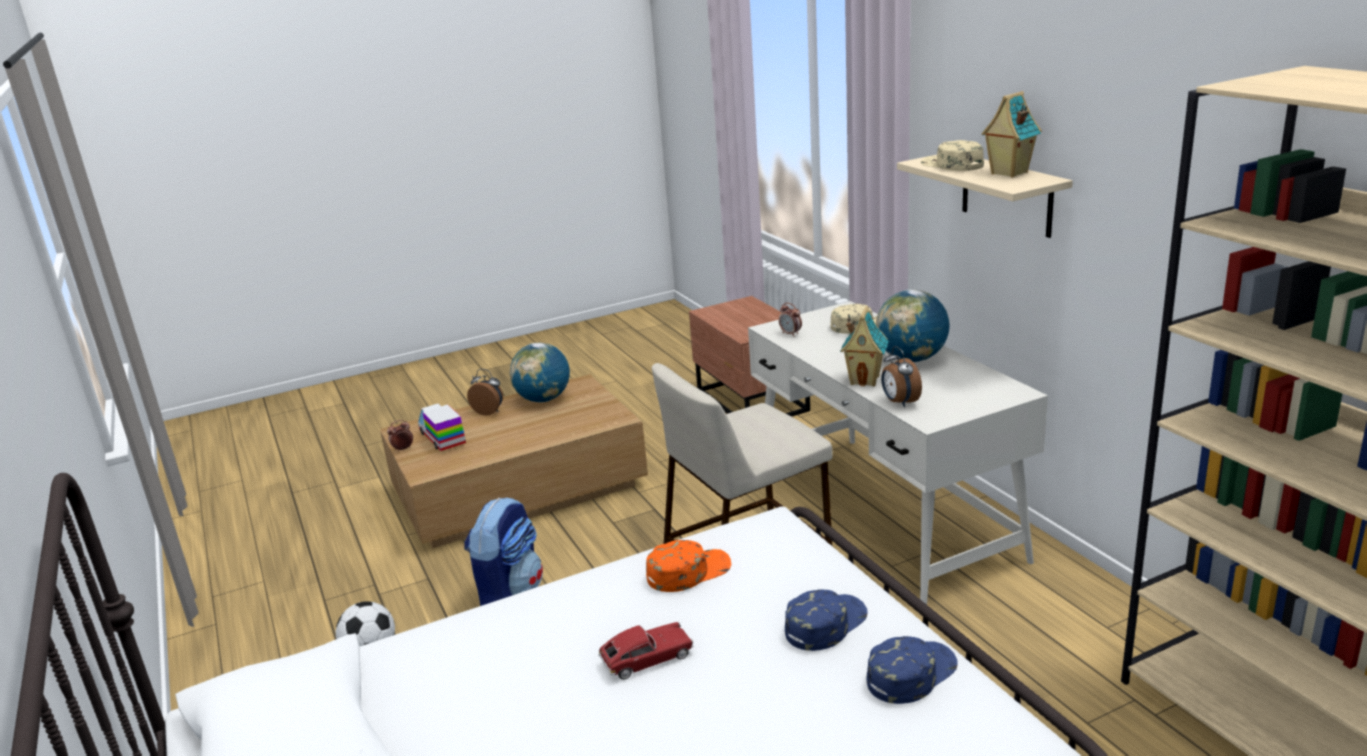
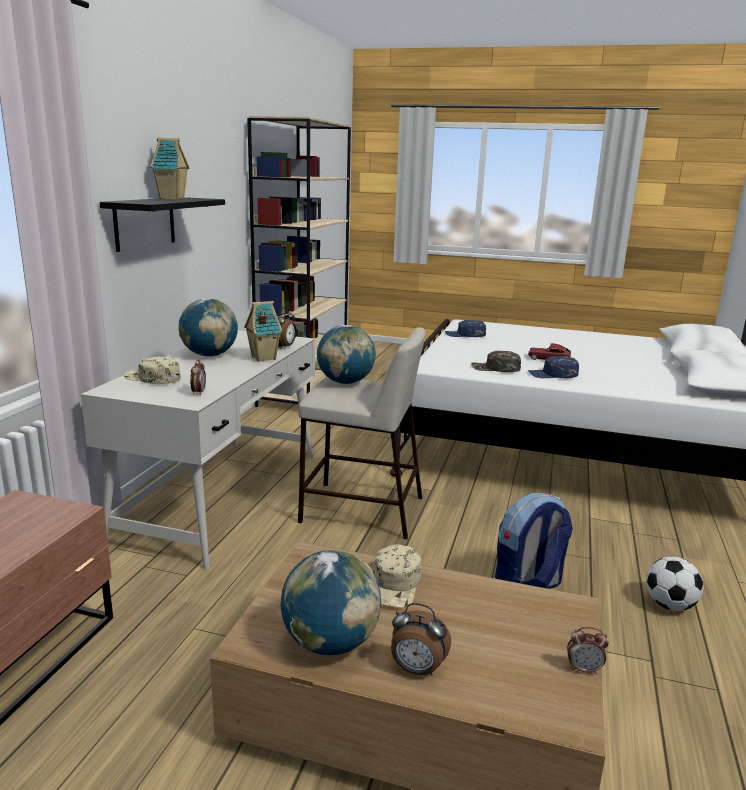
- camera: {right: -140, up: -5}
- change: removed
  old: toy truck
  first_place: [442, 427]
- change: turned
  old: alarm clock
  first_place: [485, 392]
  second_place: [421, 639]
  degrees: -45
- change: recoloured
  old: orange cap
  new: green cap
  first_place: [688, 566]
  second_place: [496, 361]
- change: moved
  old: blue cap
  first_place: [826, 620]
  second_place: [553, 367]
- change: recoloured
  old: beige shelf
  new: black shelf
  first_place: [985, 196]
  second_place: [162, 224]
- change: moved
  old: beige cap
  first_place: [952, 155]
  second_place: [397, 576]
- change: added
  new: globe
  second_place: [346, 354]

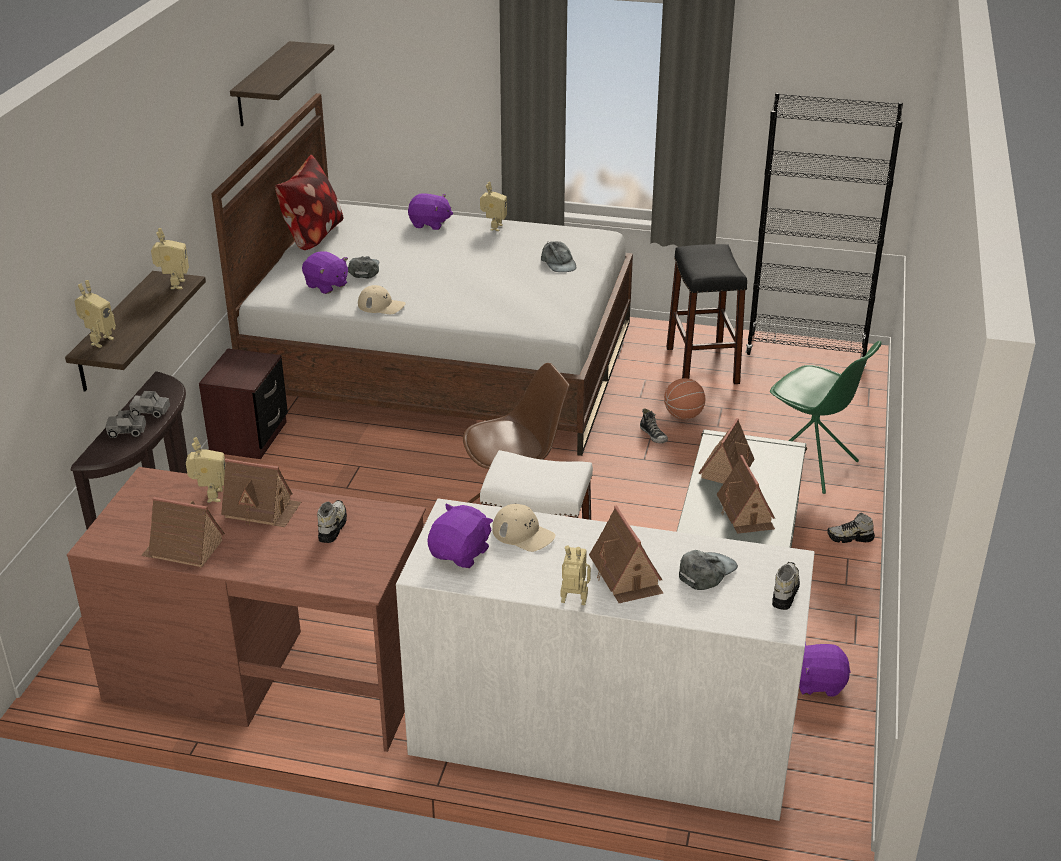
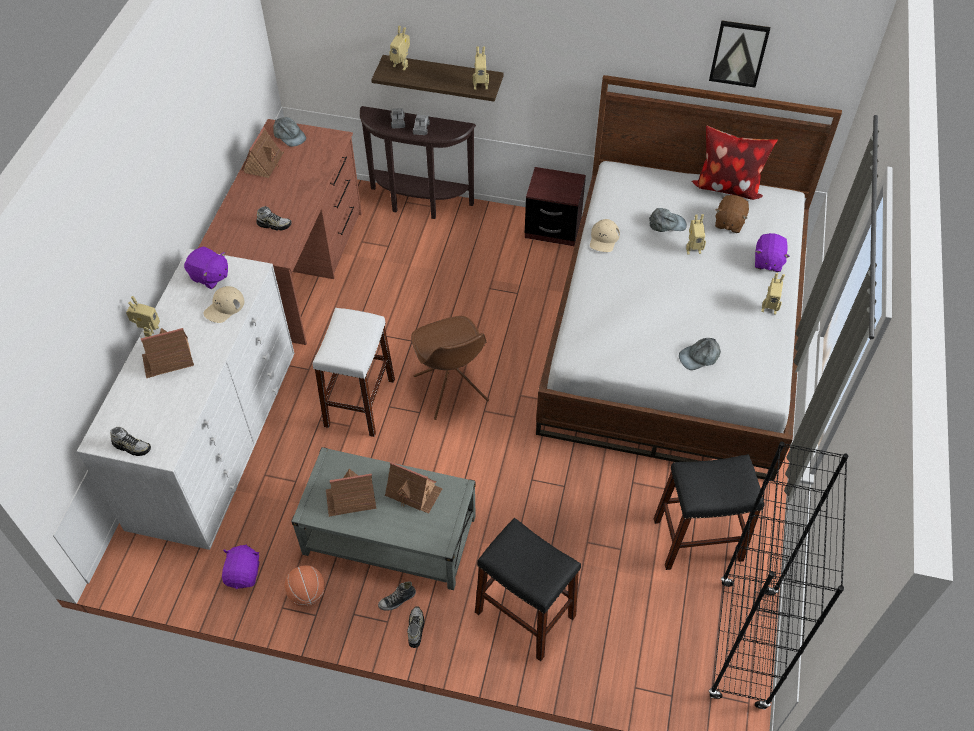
- camera: {right: 90, up: 20}
- change: moved
  old: toy robot
  first_place: [205, 469]
  second_place: [696, 234]
- change: removed
  old: toy house
  first_place: [261, 492]
- change: replaced
  old: shelf
  new: picture
  first_place: [282, 83]
  second_place: [739, 54]
- change: removed
  old: purple plush toy
  first_place: [325, 273]
- change: moved
  old: shoe
  first_place: [654, 425]
  second_place: [397, 596]
- change: moved
  old: basketball
  first_place: [684, 399]
  second_place: [305, 585]
- change: moved
  old: grey cap
  first_place: [708, 570]
  second_place: [289, 132]
- change: replaced
  old: green chair
  new: black stool
  first_place: [826, 417]
  second_place: [528, 589]
- change: added
  new: brown plush toy
  second_place: [732, 214]

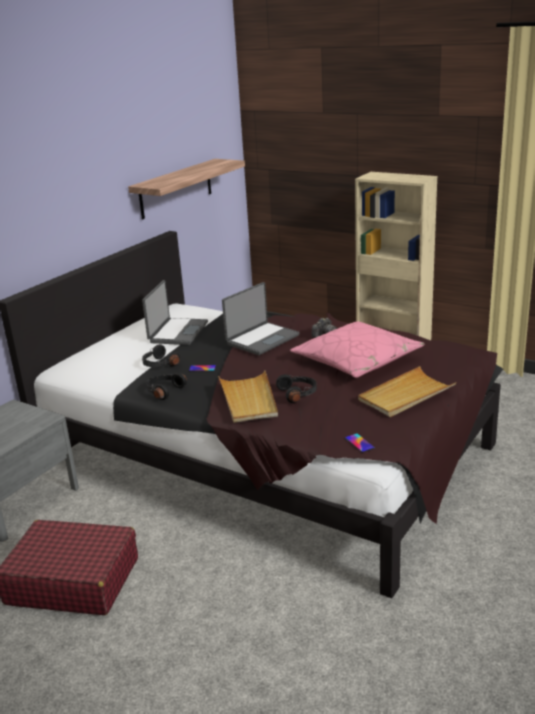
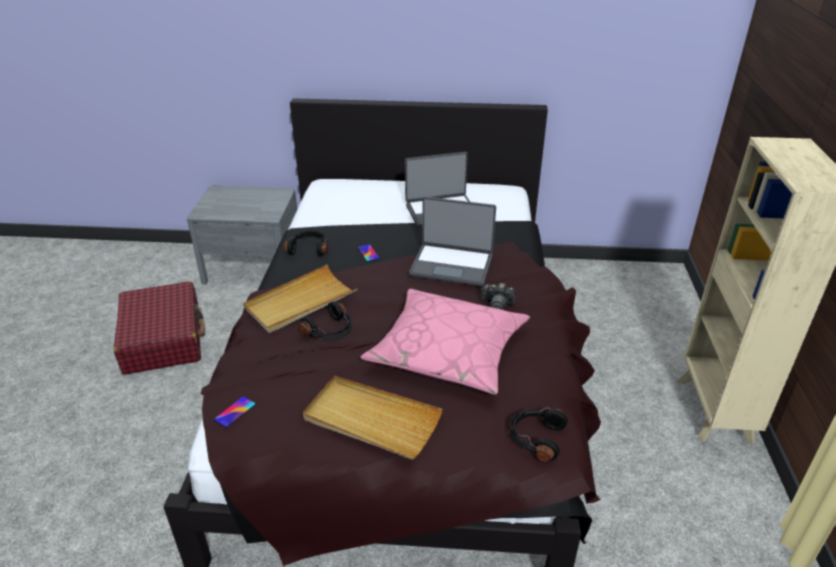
- camera: {right: 60, up: 10}
- change: removed
  old: shelf
  first_place: [186, 189]
- change: moved
  old: black headphones
  first_place: [161, 355]
  second_place: [539, 435]

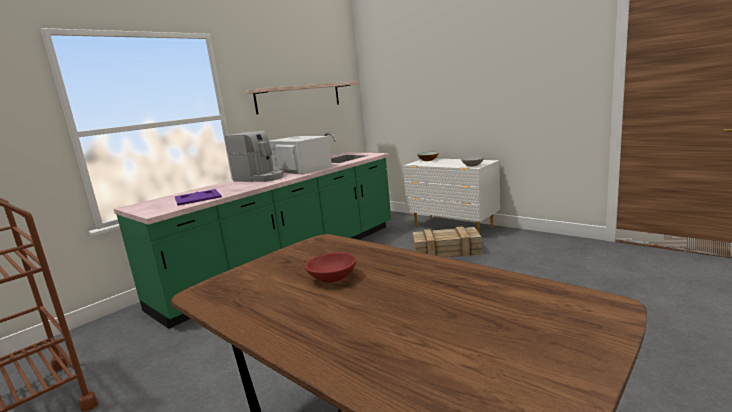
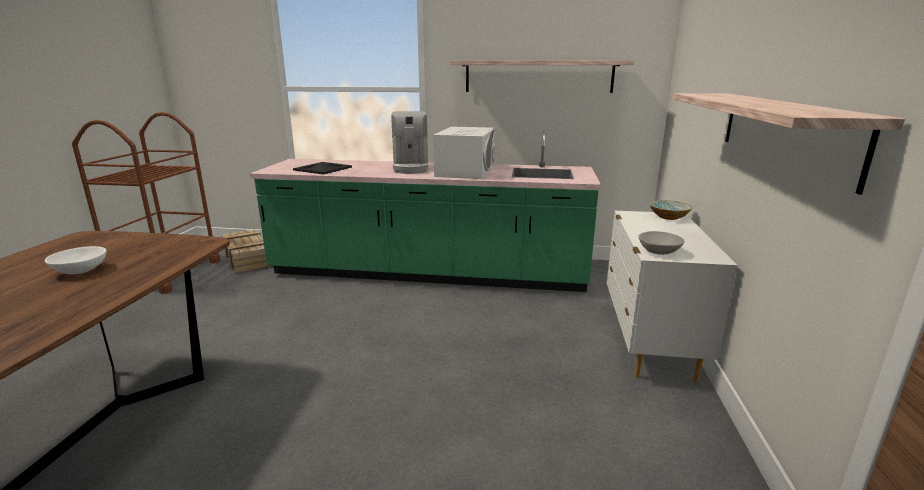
- camera: {right: 55, up: 5}
- change: recoloured
  old: purple tray
  new: black tray
  first_place: [198, 197]
  second_place: [322, 168]
- change: recoloured
  old: red bowl
  new: white bowl
  first_place: [331, 267]
  second_place: [76, 260]
- change: moved
  old: crate
  first_place: [447, 241]
  second_place: [246, 251]
- change: added
  new: shelf
  second_place: [788, 144]

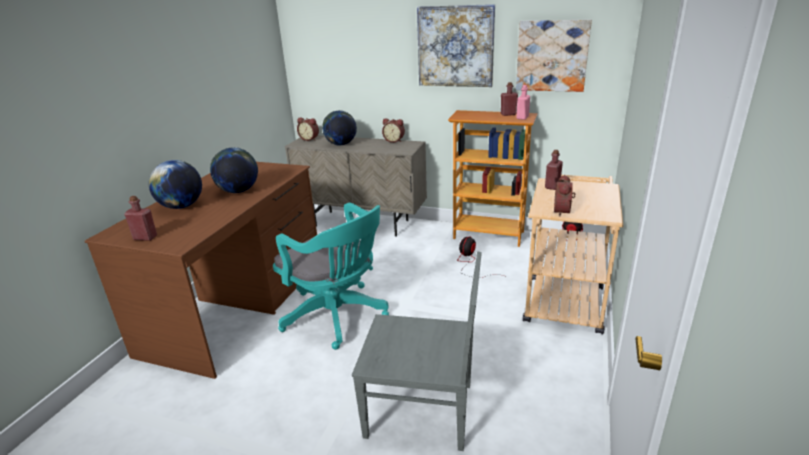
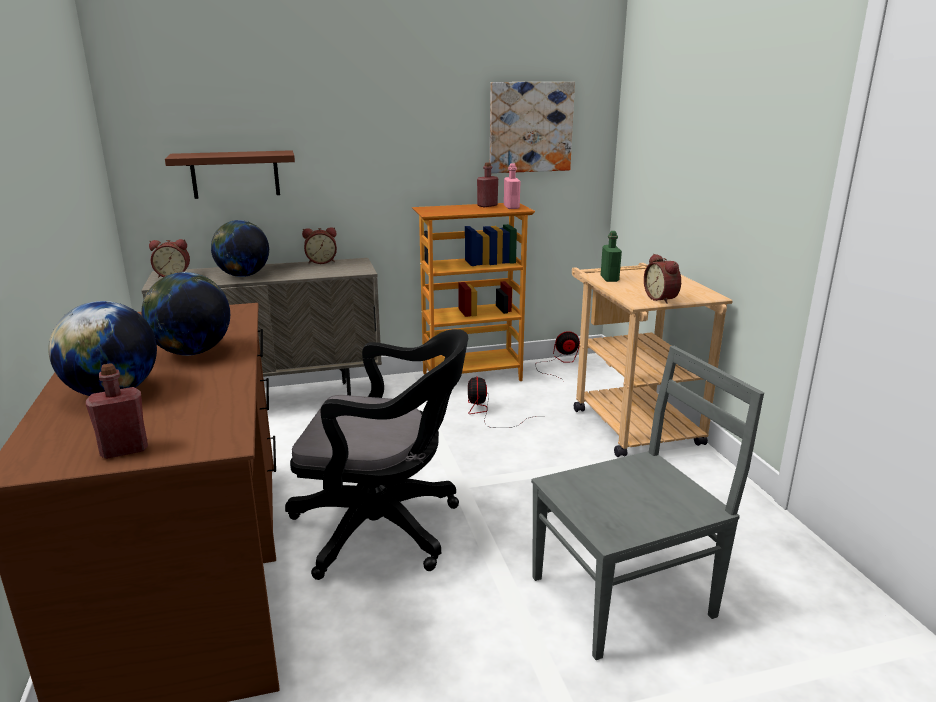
- camera: {right: -35, up: -5}
- change: recoloured
  old: turquoise office chair
  new: black office chair
  first_place: [331, 276]
  second_place: [376, 454]
- change: removed
  old: picture
  first_place: [456, 45]
- change: recoloured
  old: red bottle
  new: green bottle
  first_place: [554, 170]
  second_place: [611, 256]
- change: added
  new: brown shelf
  second_place: [230, 174]

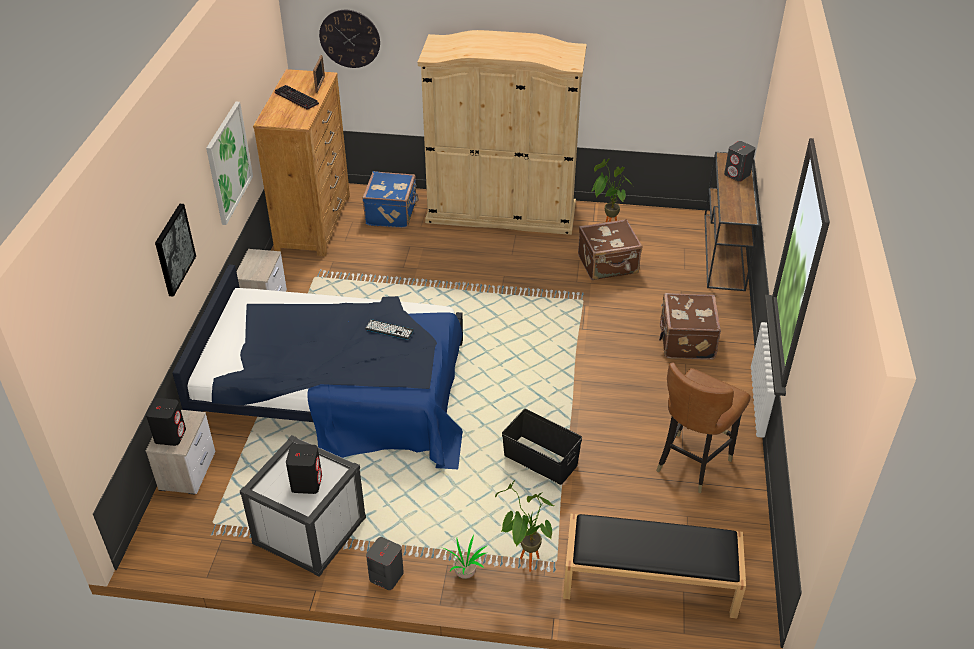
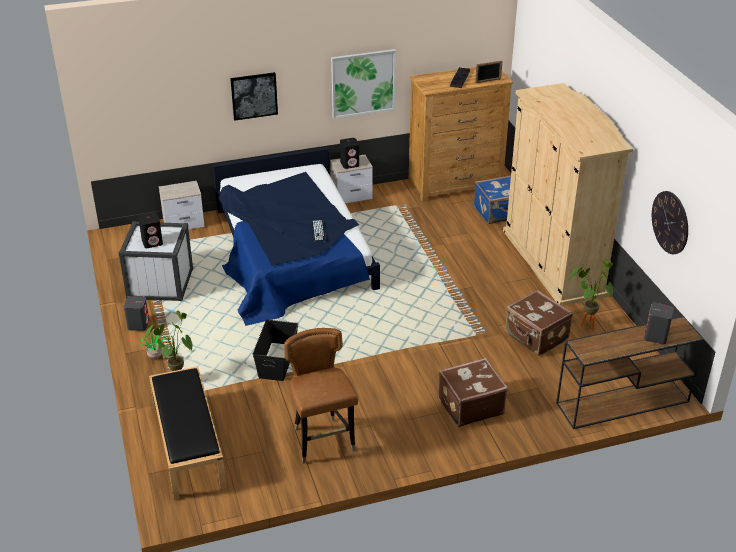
- camera: {right: 65, up: -5}
- change: moved
  old: black speaker
  first_place: [166, 422]
  second_place: [349, 153]
- change: moved
  old: wall clock
  first_place: [349, 39]
  second_place: [670, 222]
- change: turned
  old: brown chair
  first_place: [703, 428]
  second_place: [321, 396]
  degrees: 60

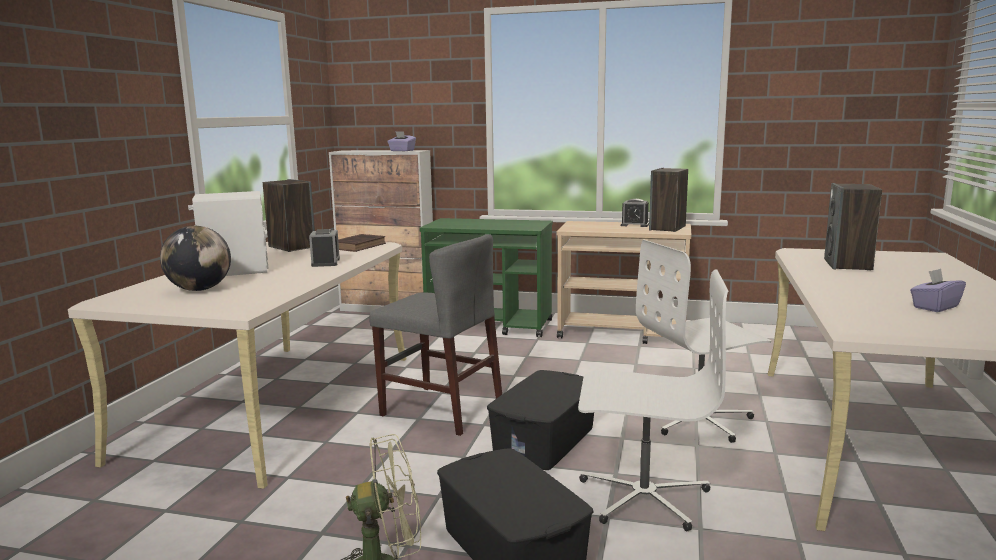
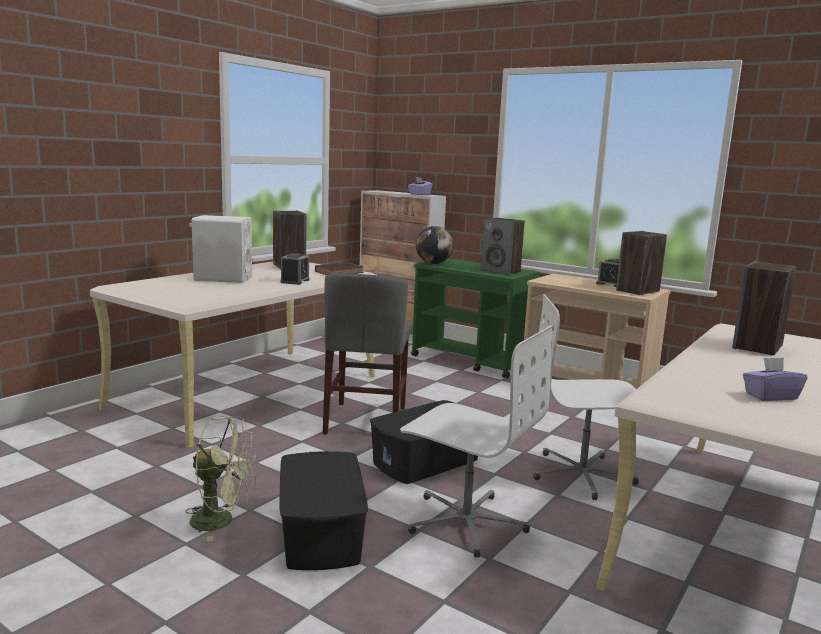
- camera: {right: 20, up: 0}
- change: moved
  old: globe
  first_place: [195, 258]
  second_place: [434, 245]
- change: turned
  old: grey chair
  first_place: [435, 335]
  second_place: [367, 353]
  degrees: 45
- change: added
  new: speaker
  second_place: [503, 246]

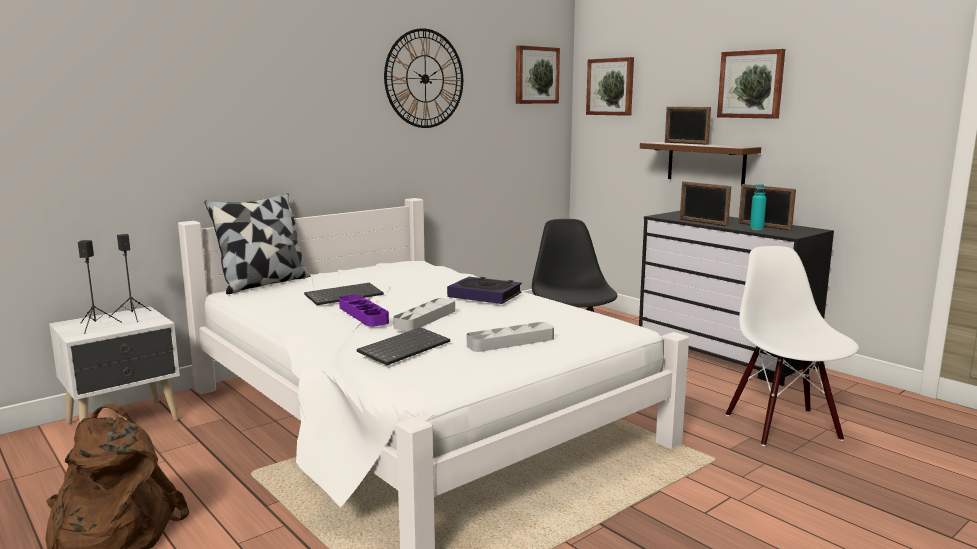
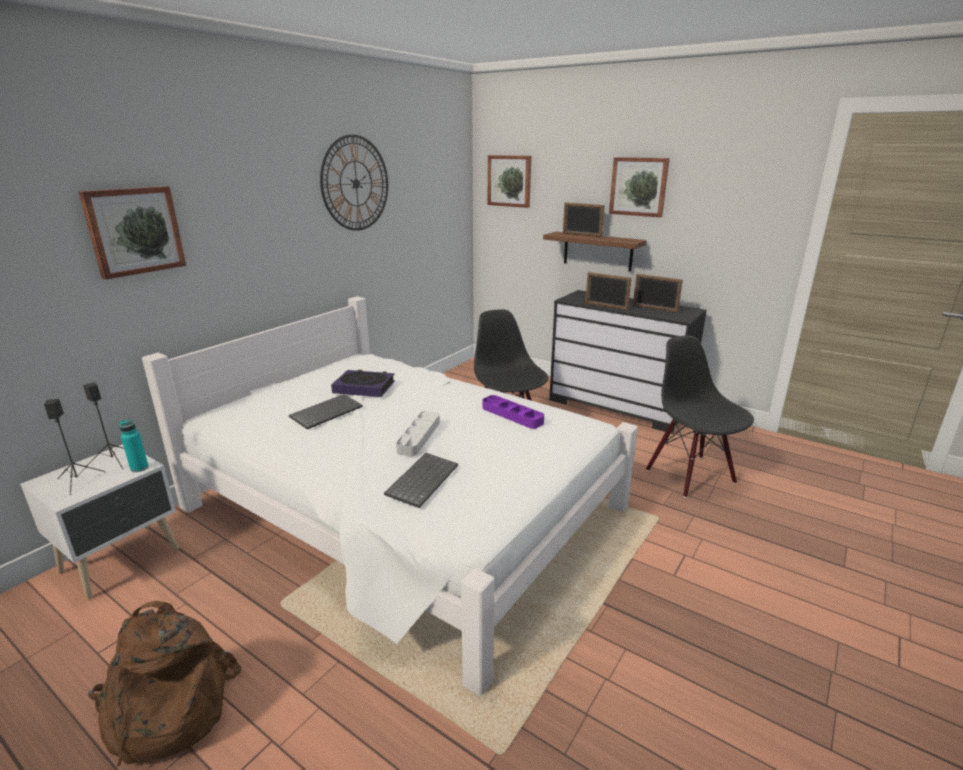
- camera: {right: -15, up: 10}
- change: removed
  old: pillow
  first_place: [257, 243]
- change: moved
  old: purple tray
  first_place: [364, 311]
  second_place: [513, 412]
- change: moved
  old: book
  first_place: [484, 290]
  second_place: [363, 383]
- change: removed
  old: grey tray
  first_place: [510, 337]
- change: moved
  old: picture
  first_place: [538, 74]
  second_place: [132, 232]
- change: recoloured
  old: white chair
  new: black chair
  first_place: [792, 346]
  second_place: [700, 417]
- change: moved
  old: turquoise bottle
  first_place: [758, 207]
  second_place: [133, 445]

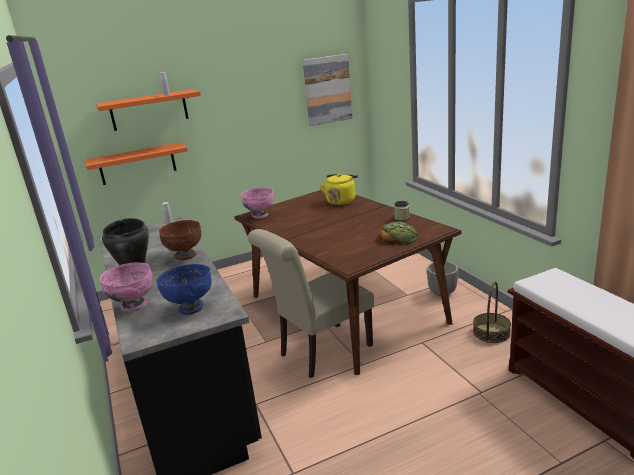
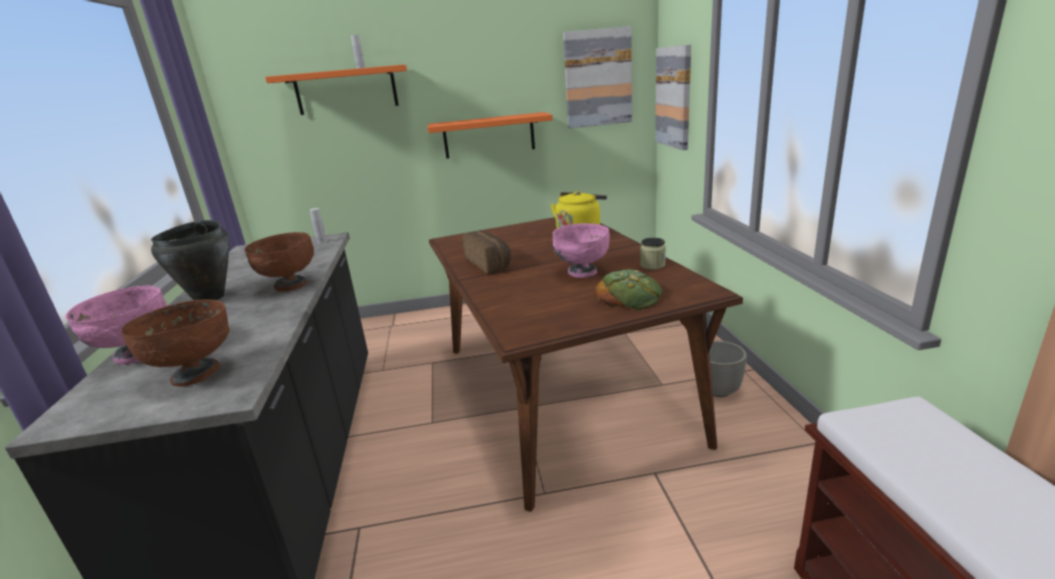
- camera: {right: 15, up: 0}
- change: moved
  old: orange shelf
  first_place: [136, 163]
  second_place: [490, 135]
- change: recoloured
  old: blue bowl
  new: brown bowl
  first_place: [184, 289]
  second_place: [175, 343]
- change: moved
  old: pink bowl
  first_place: [257, 203]
  second_place: [581, 250]
- change: removed
  old: beige chair
  first_place: [311, 303]
- change: removed
  old: basket
  first_place: [492, 312]
- change: added
  new: bread
  second_place: [486, 252]
- change: added
  new: picture
  second_place: [673, 97]

